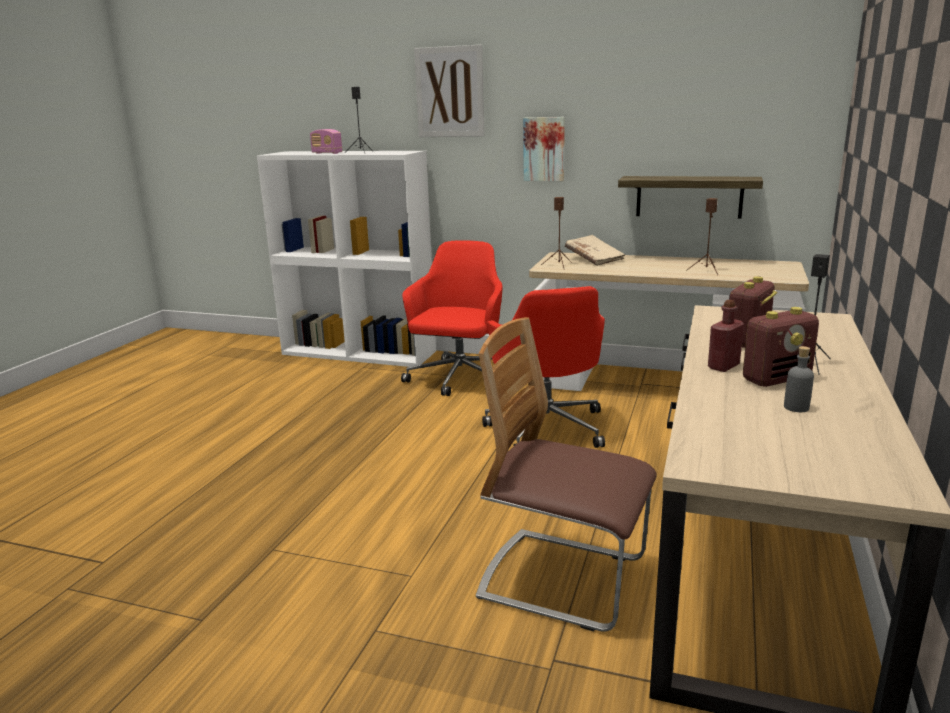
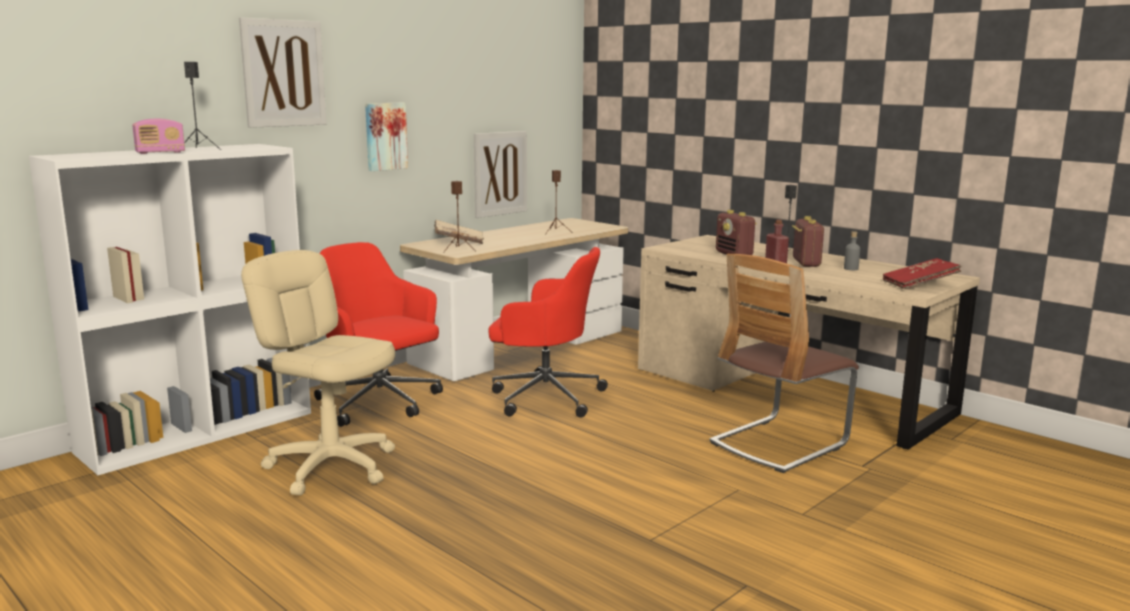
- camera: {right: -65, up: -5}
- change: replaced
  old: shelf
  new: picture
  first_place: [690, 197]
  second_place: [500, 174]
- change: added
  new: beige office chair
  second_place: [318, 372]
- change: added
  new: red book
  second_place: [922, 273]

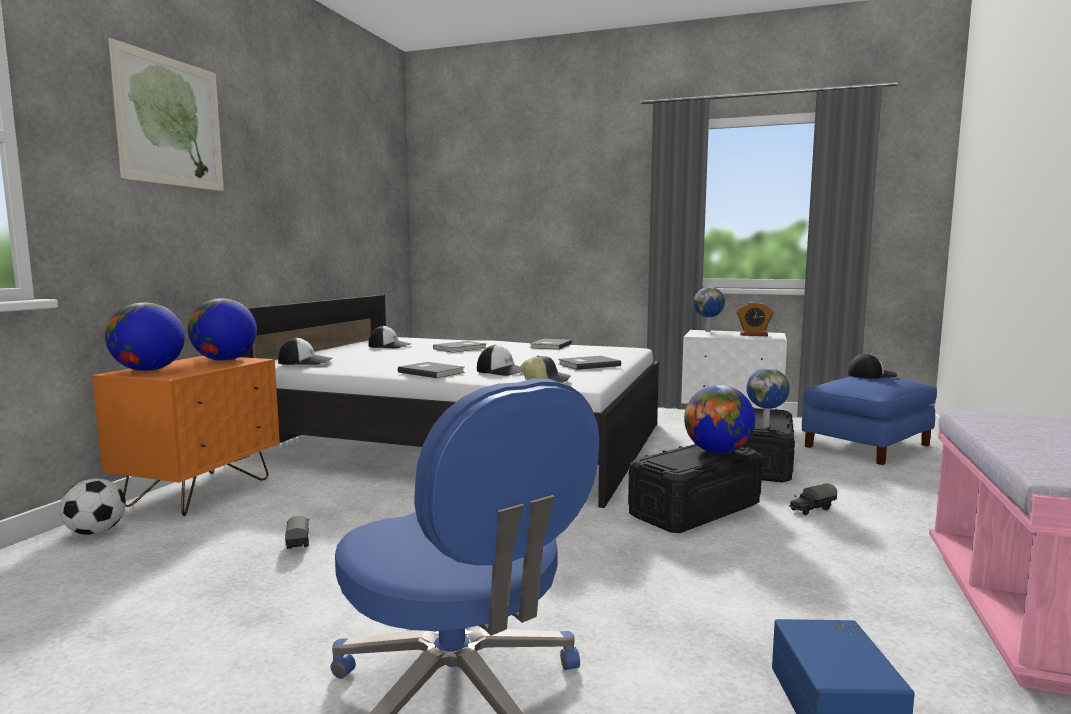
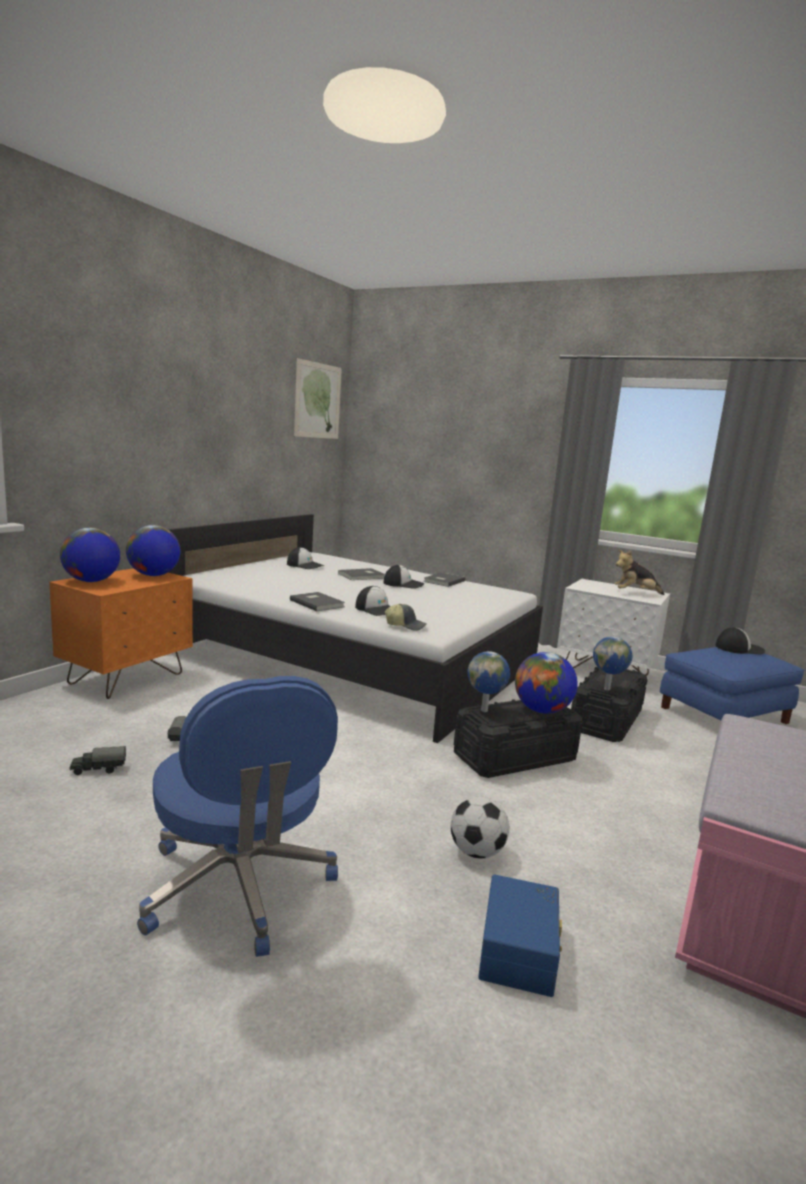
- camera: {right: 10, up: 5}
- change: moved
  old: football
  first_place: [93, 506]
  second_place: [480, 827]
- change: moved
  old: picture
  first_place: [166, 114]
  second_place: [318, 398]
- change: moved
  old: cap
  first_place: [305, 351]
  second_place: [404, 577]
- change: removed
  old: grey book
  first_place: [589, 363]
- change: moved
  old: globe
  first_place: [709, 309]
  second_place: [488, 681]
- change: replaced
  old: alarm clock
  new: plush toy
  first_place: [755, 318]
  second_place: [639, 572]
- change: moved
  old: toy truck
  first_place: [813, 499]
  second_place: [97, 760]

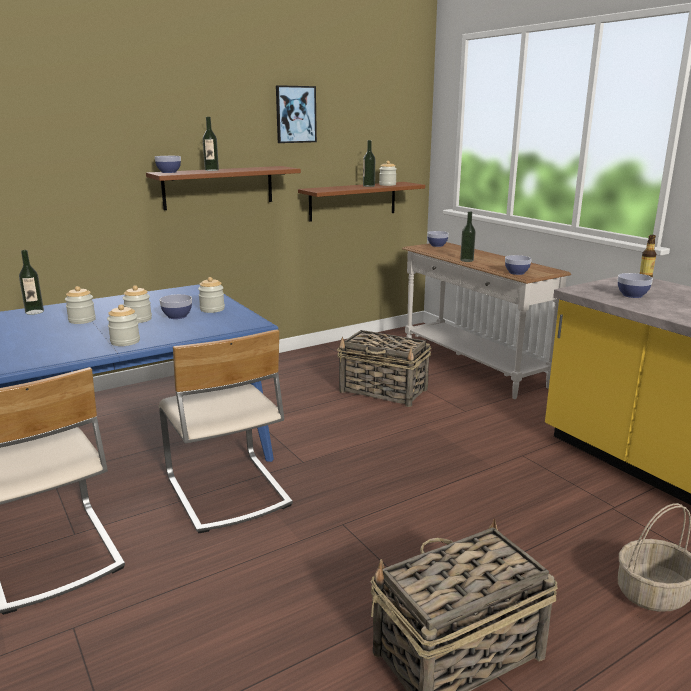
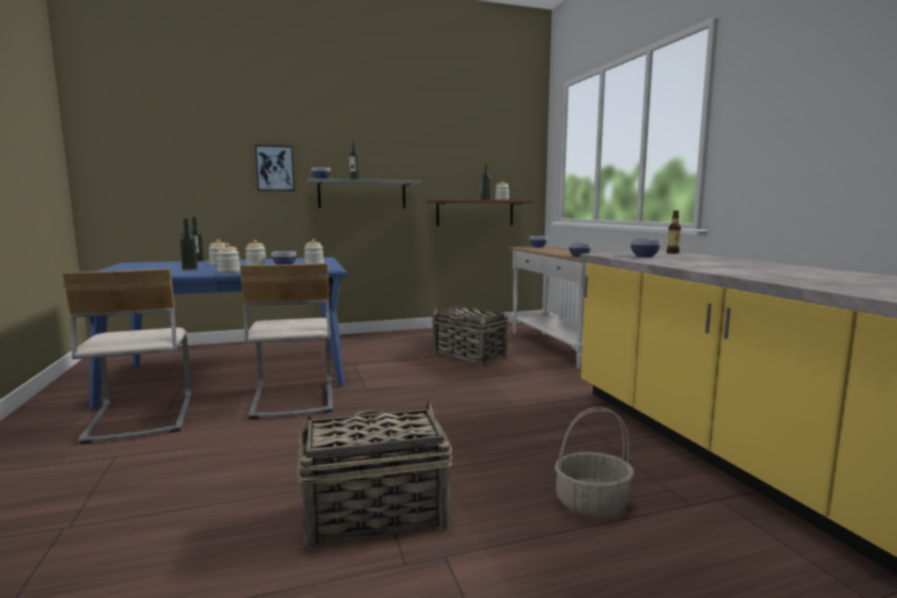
- camera: {right: 15, up: -10}
- change: recoloured
  old: brown shelf
  new: grey shelf
  first_place: [223, 188]
  second_place: [364, 193]
- change: moved
  old: picture
  first_place: [296, 114]
  second_place: [275, 168]
- change: moved
  old: bottle
  first_place: [468, 236]
  second_place: [188, 244]

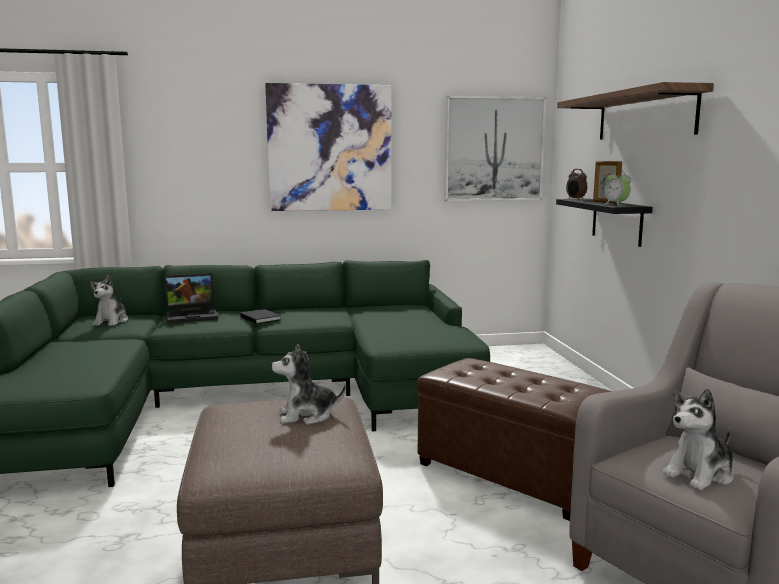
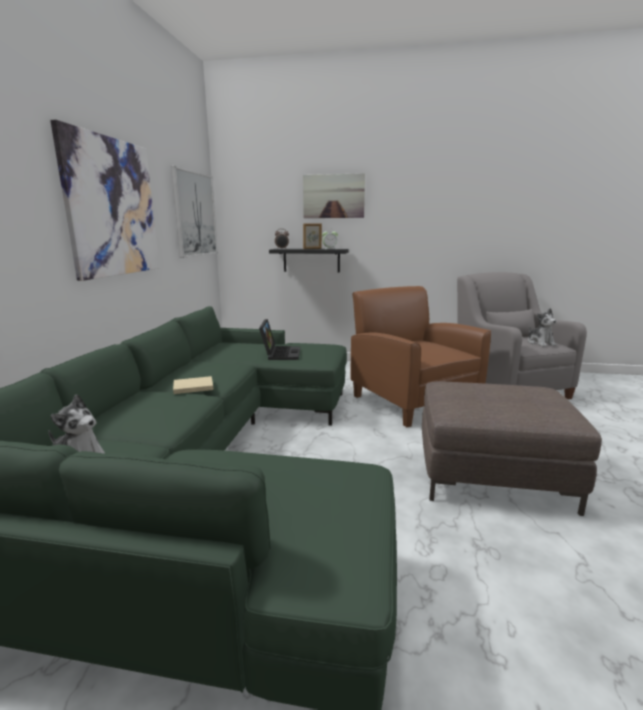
- camera: {right: -70, up: 5}
- change: moved
  old: laptop
  first_place: [191, 298]
  second_place: [279, 339]
- change: recoloured
  old: black book
  new: beige book
  first_place: [260, 316]
  second_place: [193, 385]
- change: removed
  old: plush toy
  first_place: [308, 384]
- change: replaced
  old: brown ottoman
  new: brown armchair
  first_place: [514, 439]
  second_place: [420, 356]
- change: replaced
  old: shelf
  new: picture
  first_place: [635, 111]
  second_place: [334, 195]

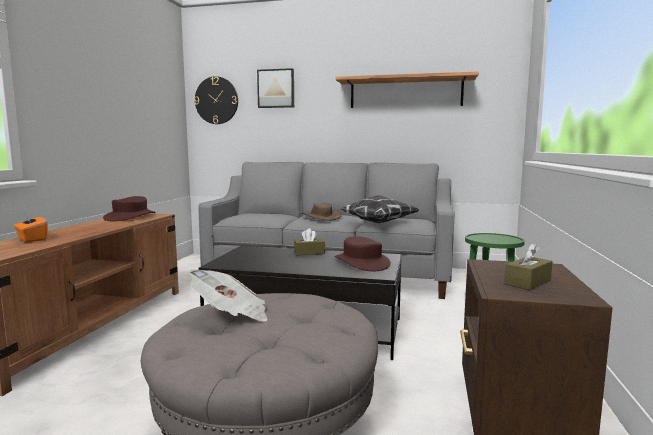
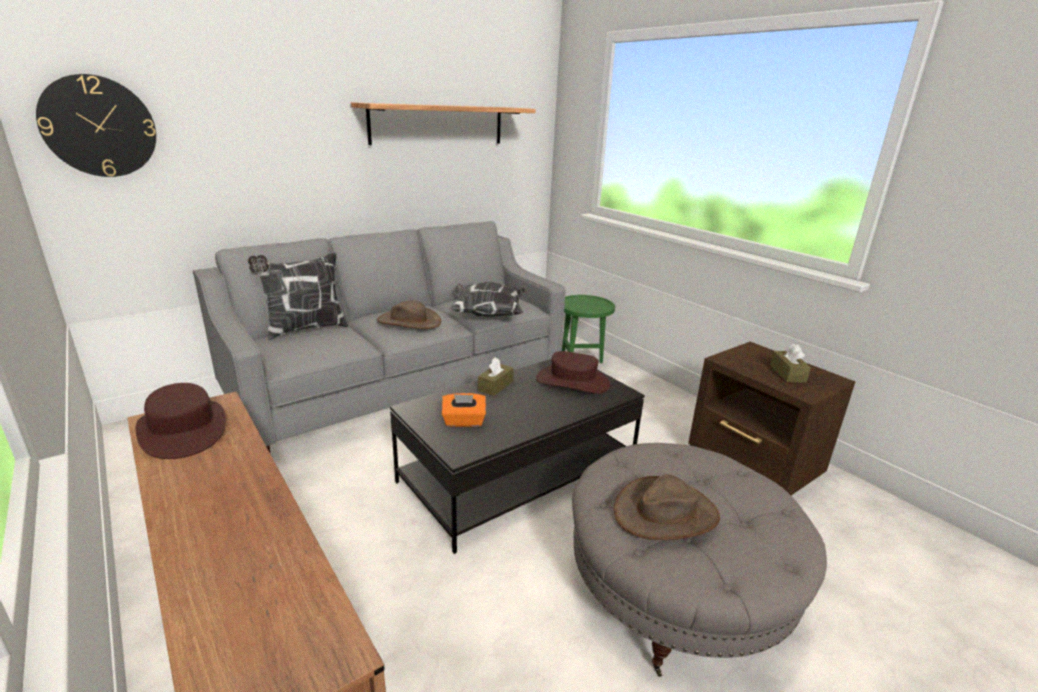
- camera: {right: -50, up: 15}
- change: moved
  old: orange tissue box
  first_place: [31, 227]
  second_place: [464, 410]
- change: replaced
  old: newspaper
  new: brown hat
  first_place: [228, 295]
  second_place: [667, 507]
- change: removed
  old: picture
  first_place: [275, 88]
- change: added
  new: pillow
  second_place: [298, 296]

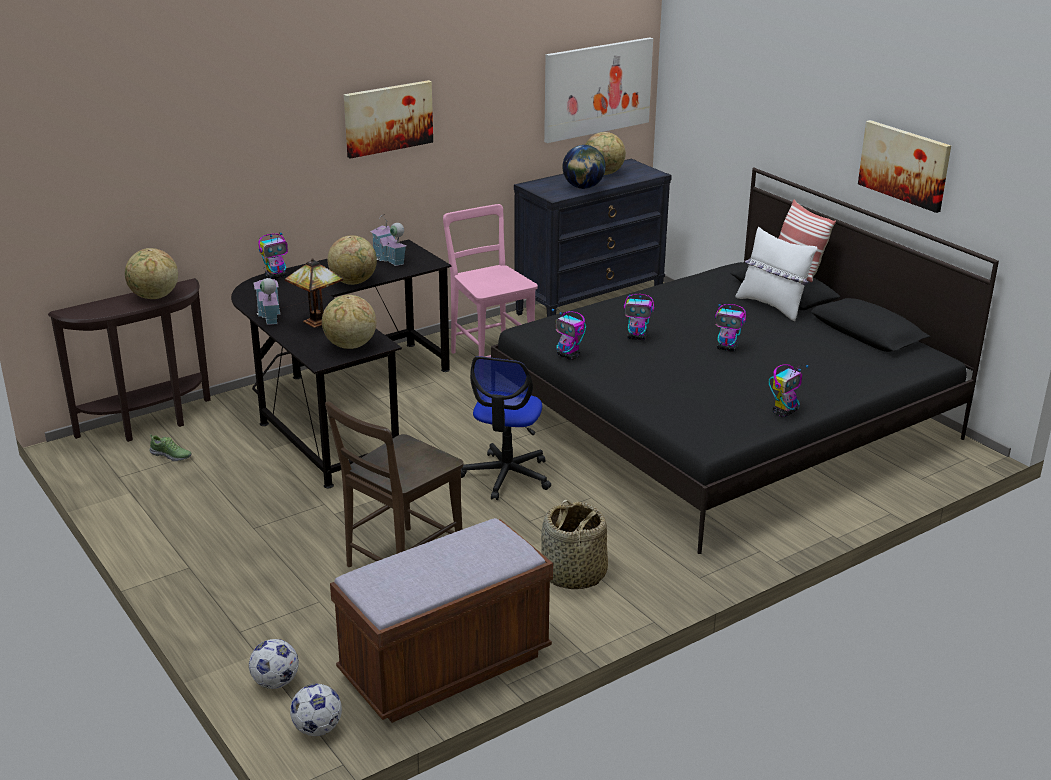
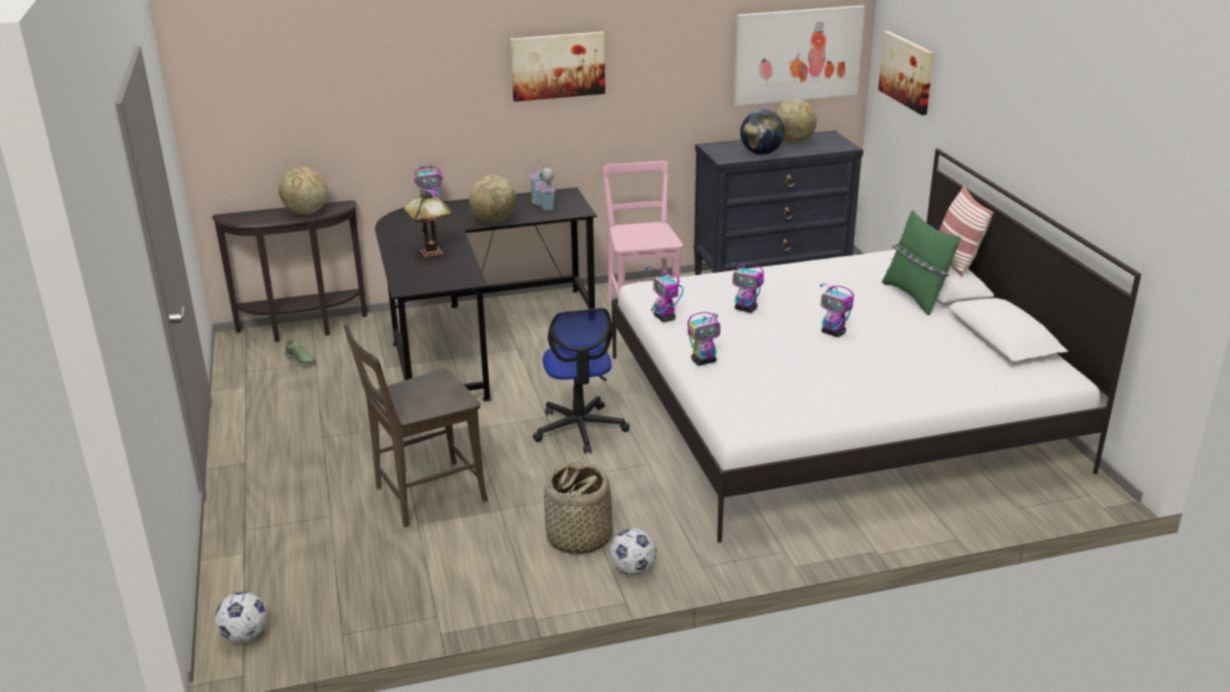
- camera: {right: 20, up: 0}
- change: moved
  old: football
  first_place: [274, 664]
  second_place: [633, 551]
- change: removed
  old: toy house
  first_place: [267, 295]
- change: removed
  old: globe
  first_place: [349, 322]
- change: removed
  old: brown bench
  first_place: [441, 620]
- change: turned
  old: office chair
  first_place: [506, 428]
  second_place: [581, 381]
  degrees: -45
- change: recoloured
  old: black bed
  new: white bed
  first_place: [745, 360]
  second_place: [876, 345]
- change: recoloured
  old: white pillow
  new: green pillow
  first_place: [776, 274]
  second_place: [921, 262]
- change: moved
  old: toy robot
  first_place: [789, 390]
  second_place: [704, 339]
- change: moved
  old: picture
  first_place: [904, 166]
  second_place: [906, 73]

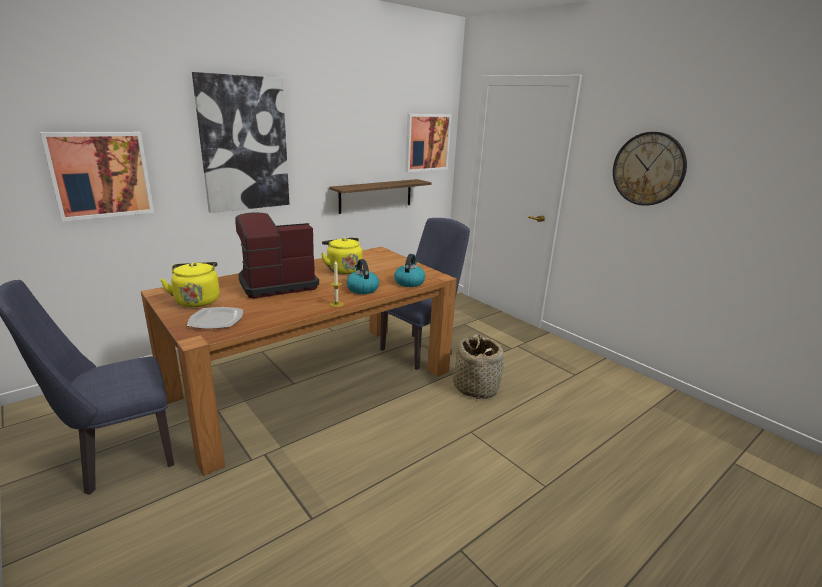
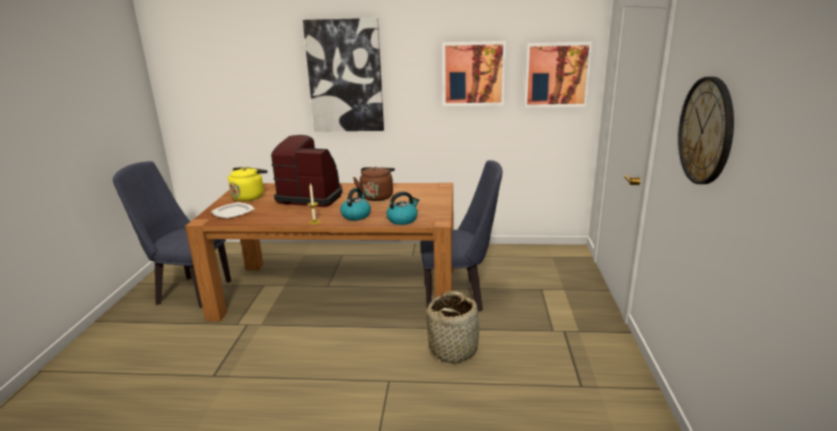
- camera: {right: 45, up: 0}
- change: moved
  old: picture
  first_place: [97, 177]
  second_place: [474, 73]
- change: recoloured
  old: yellow kettle
  new: brown kettle
  first_place: [341, 256]
  second_place: [374, 184]
- change: removed
  old: shelf
  first_place: [380, 196]

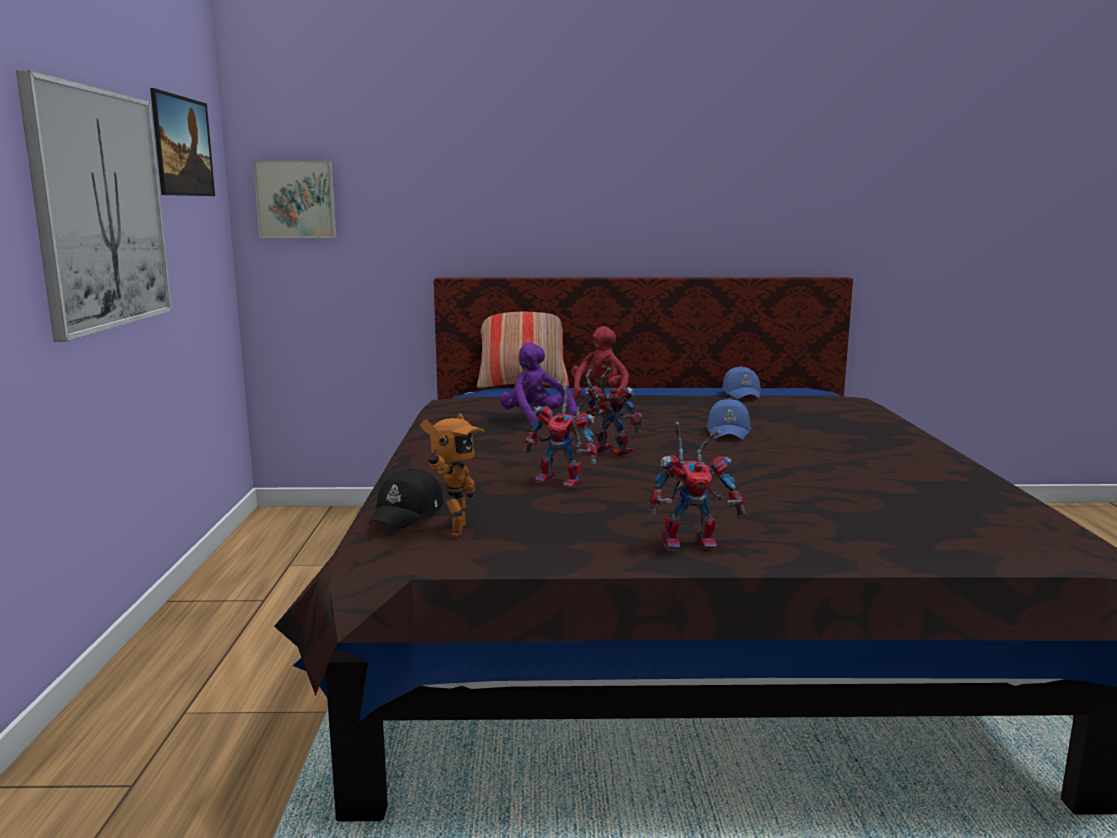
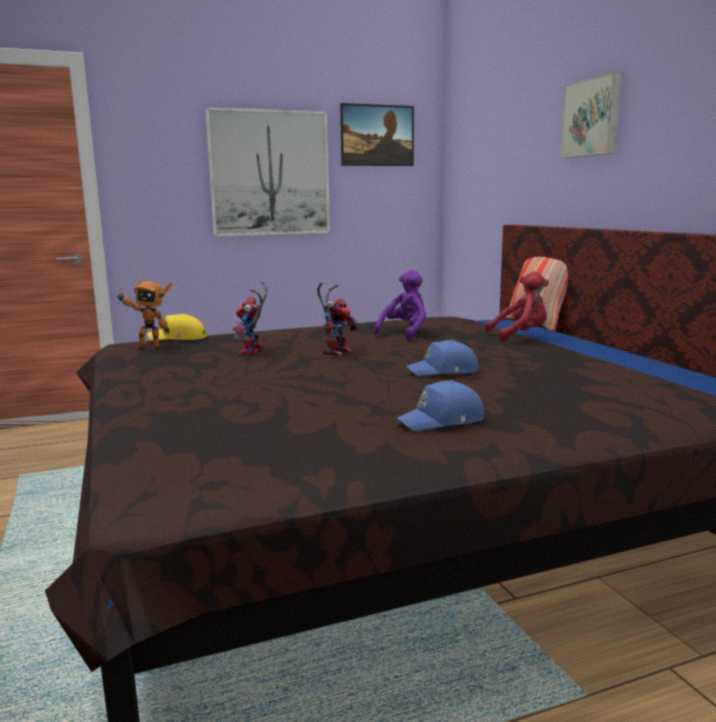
- camera: {right: 70, up: 0}
- change: moved
  old: picture
  first_place: [294, 199]
  second_place: [591, 115]
- change: recoloured
  old: black cap
  new: yellow cap
  first_place: [406, 498]
  second_place: [177, 327]
- change: removed
  old: toy robot
  first_place: [697, 486]
- change: moved
  old: blue cap
  first_place: [741, 382]
  second_place: [440, 406]

